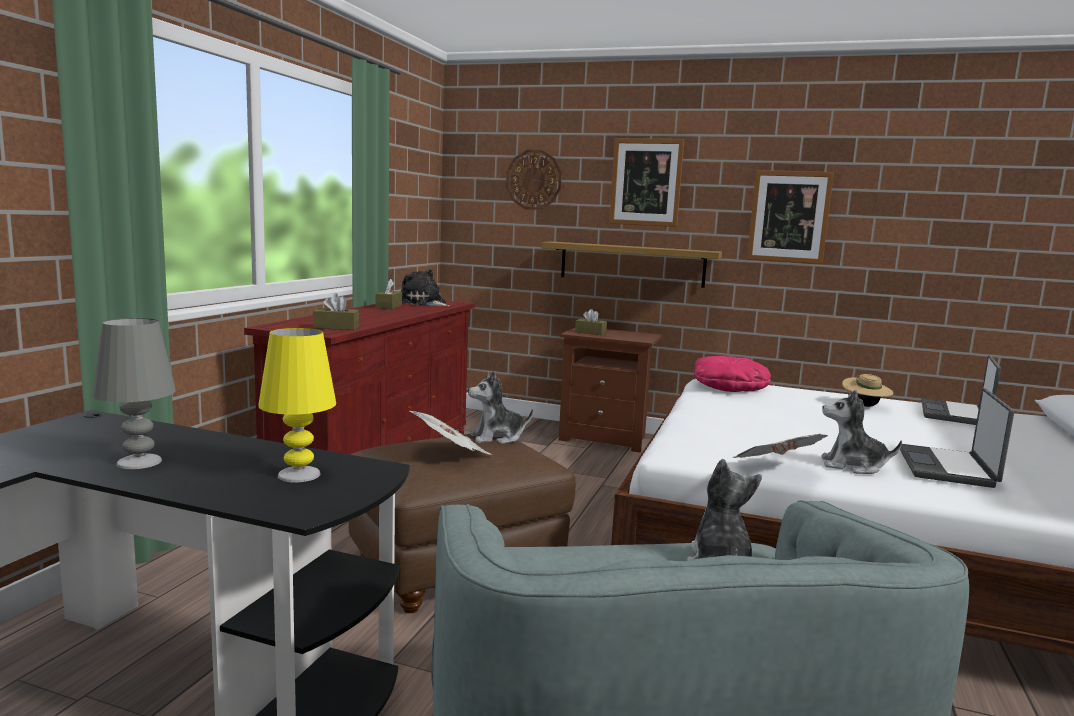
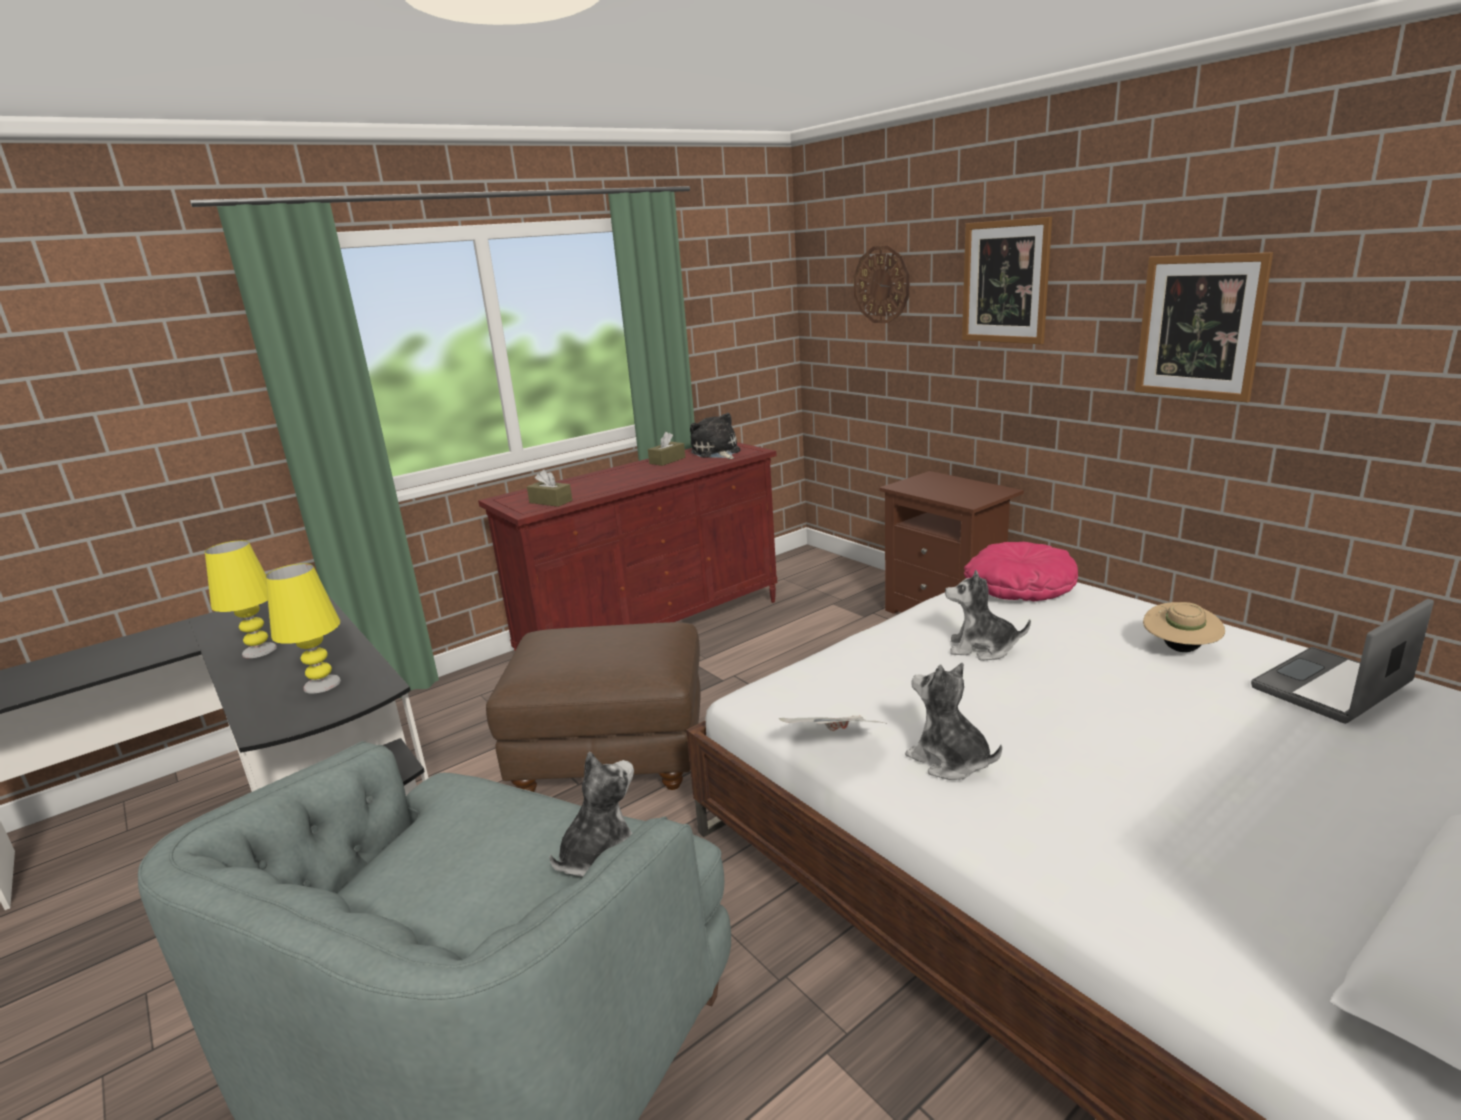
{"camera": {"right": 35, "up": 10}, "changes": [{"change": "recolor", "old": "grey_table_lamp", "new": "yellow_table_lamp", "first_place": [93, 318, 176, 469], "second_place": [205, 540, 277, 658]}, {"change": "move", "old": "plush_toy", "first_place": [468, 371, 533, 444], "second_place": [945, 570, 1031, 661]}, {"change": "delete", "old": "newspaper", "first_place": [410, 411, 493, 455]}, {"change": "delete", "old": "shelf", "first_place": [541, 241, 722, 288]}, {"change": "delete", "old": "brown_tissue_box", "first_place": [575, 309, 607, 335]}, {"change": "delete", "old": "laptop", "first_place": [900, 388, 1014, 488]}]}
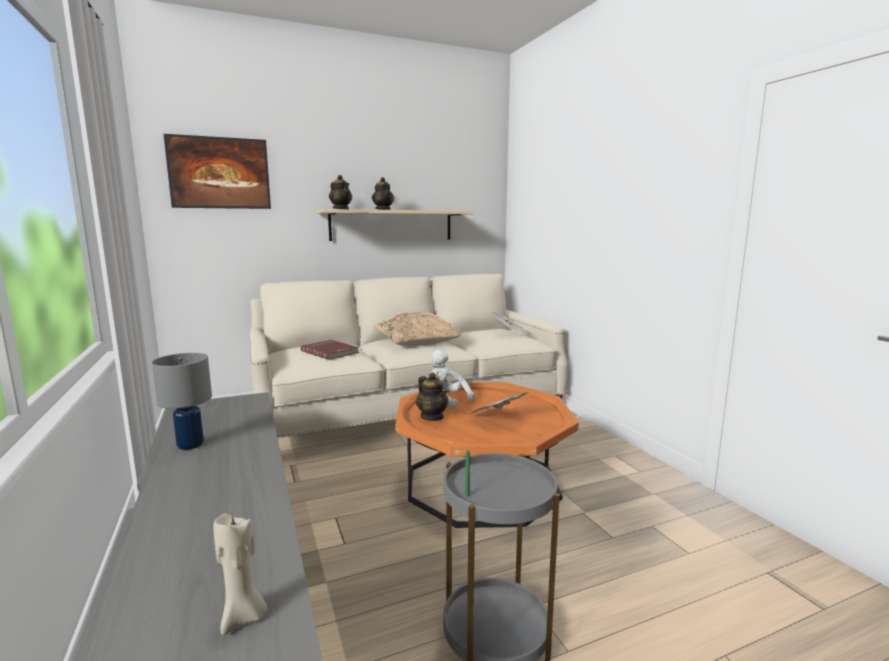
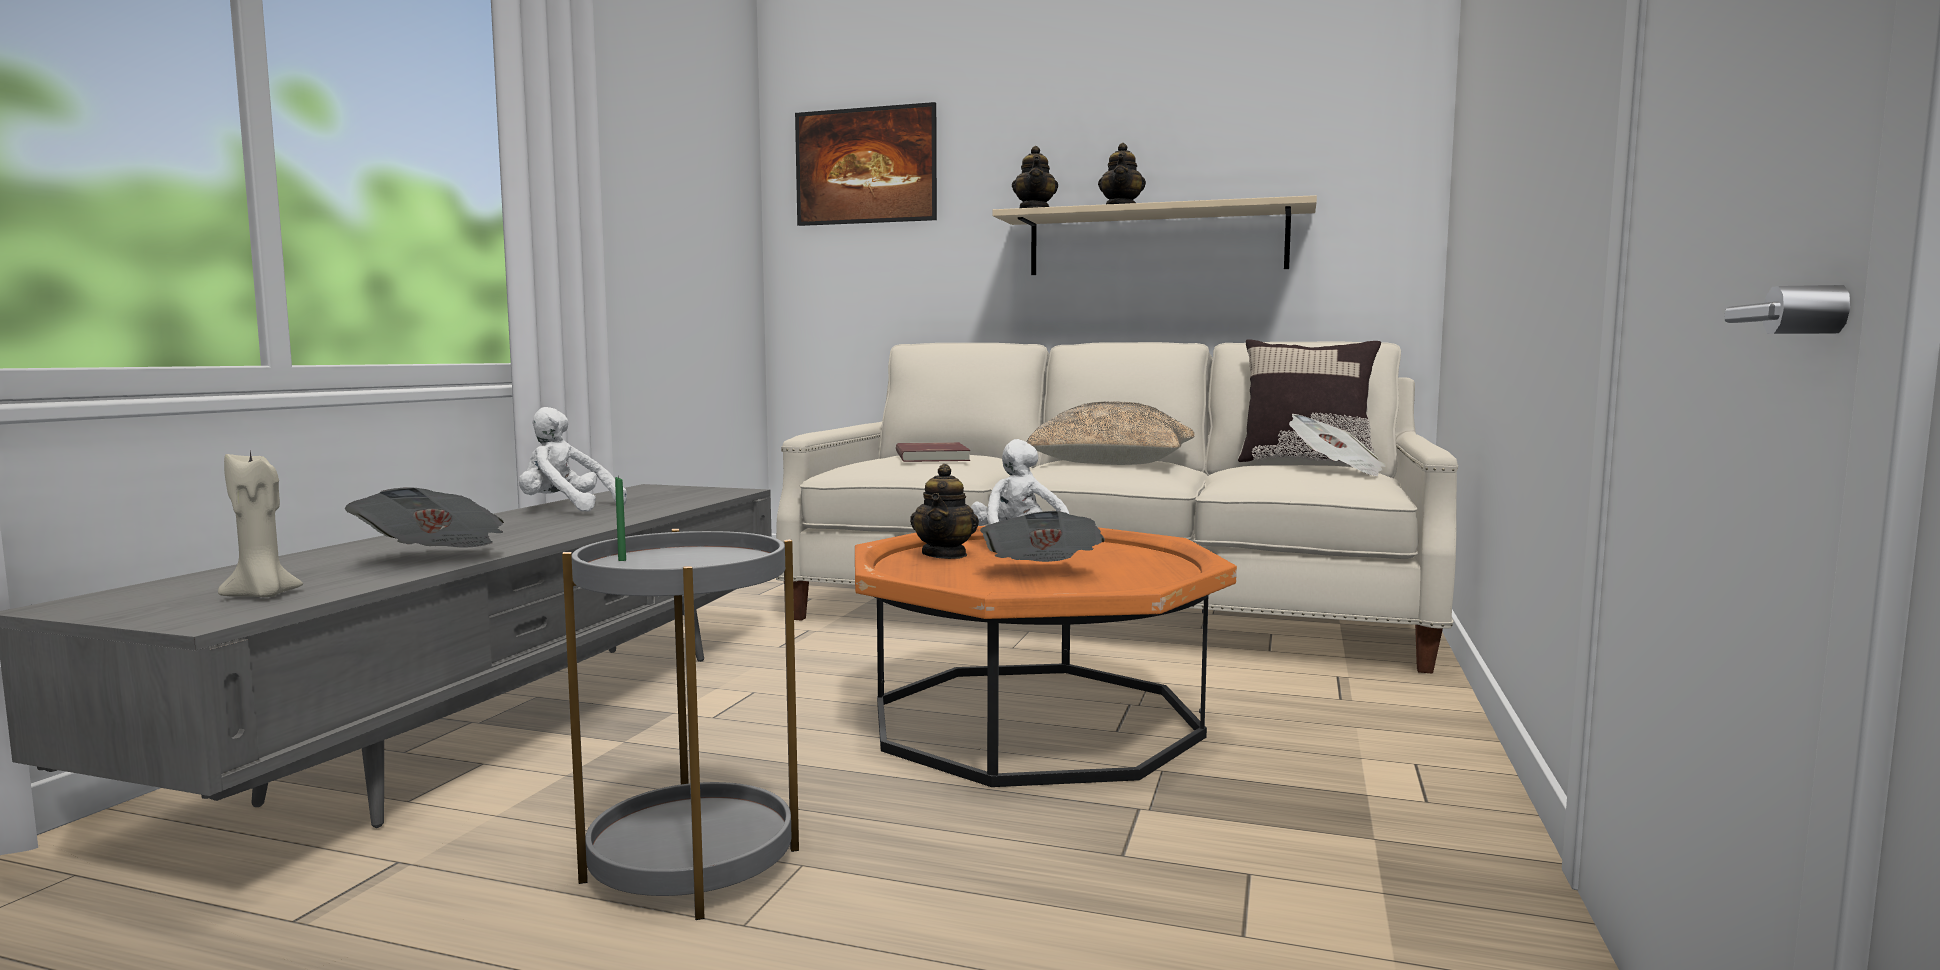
{"camera": {"right": 40, "up": -5}, "changes": [{"change": "insert", "new": "newspaper", "second_place": [344, 487, 504, 547]}, {"change": "replace", "old": "grey_table_lamp", "new": "white_plush_toy", "first_place": [152, 353, 212, 450], "second_place": [519, 407, 627, 512]}, {"change": "insert", "new": "pillow", "second_place": [1238, 340, 1381, 463]}]}
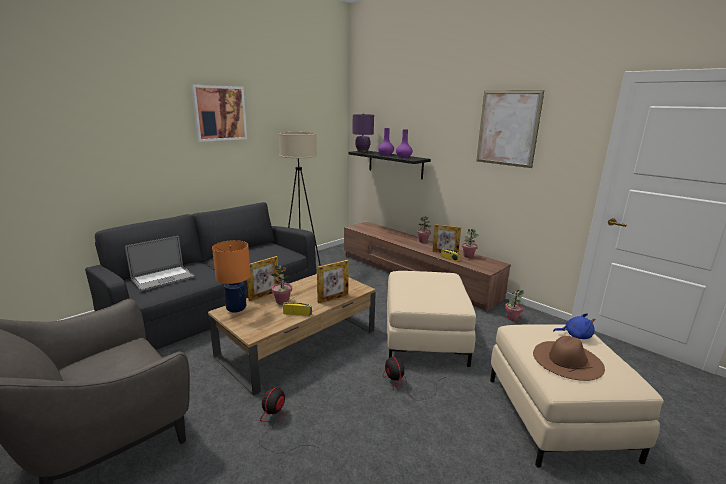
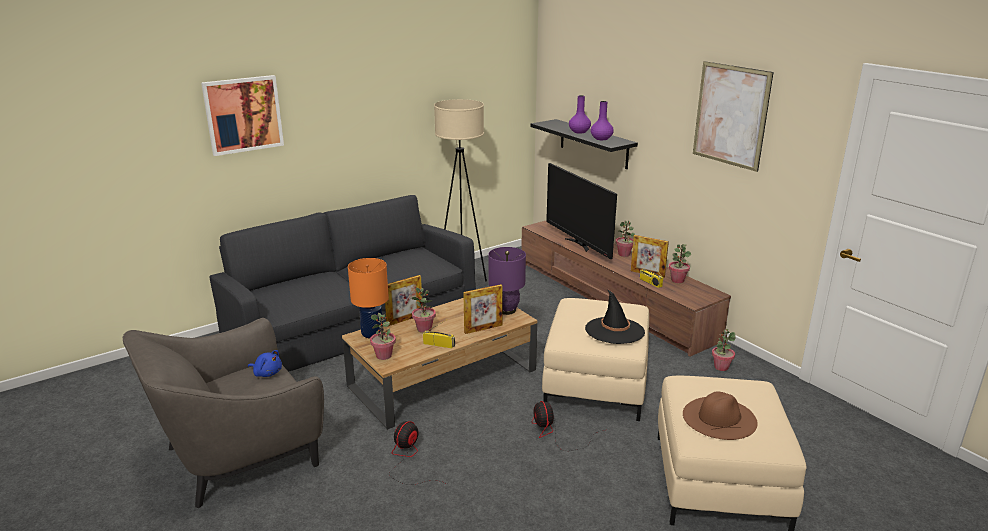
{"camera": {"right": 10, "up": 5}, "changes": [{"change": "move", "old": "picture", "first_place": [191, 85, 247, 142], "second_place": [201, 75, 284, 156]}, {"change": "move", "old": "blue_plush_toy", "first_place": [553, 313, 595, 339], "second_place": [248, 350, 282, 377]}, {"change": "insert", "new": "potted_plant", "second_place": [370, 313, 396, 360]}, {"change": "move", "old": "purple_table_lamp", "first_place": [352, 113, 374, 152], "second_place": [488, 247, 526, 315]}, {"change": "insert", "new": "television", "second_place": [546, 163, 617, 259]}, {"change": "insert", "new": "black_hat", "second_place": [585, 289, 645, 344]}, {"change": "delete", "old": "laptop", "first_place": [125, 236, 195, 291]}]}
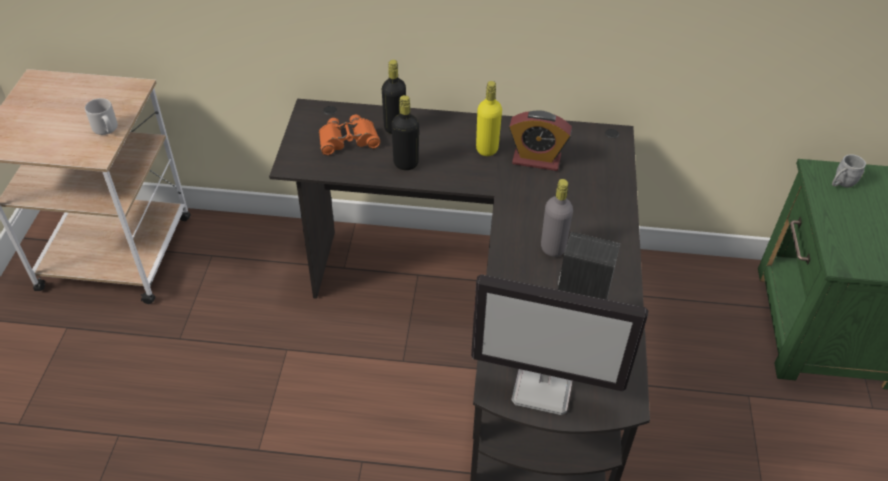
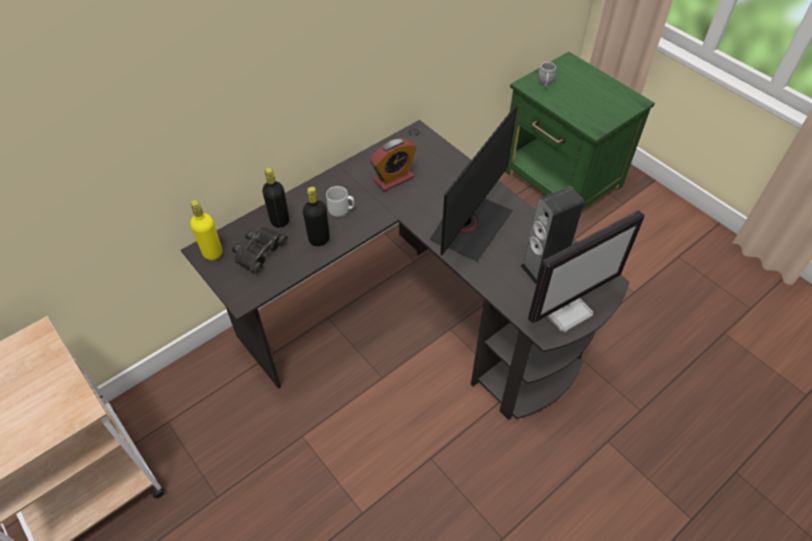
{"camera": {"right": -45, "up": 5}, "changes": [{"change": "move", "old": "yellow_bottle", "first_place": [476, 81, 502, 156], "second_place": [190, 200, 222, 260]}, {"change": "recolor", "old": "orange_binoculars", "new": "black_binoculars", "first_place": [319, 115, 381, 155], "second_place": [232, 227, 288, 275]}, {"change": "move", "old": "grey_mug", "first_place": [85, 98, 118, 135], "second_place": [326, 186, 354, 217]}, {"change": "replace", "old": "grey_bottle", "new": "monitor", "first_place": [541, 179, 573, 257], "second_place": [430, 105, 517, 262]}]}
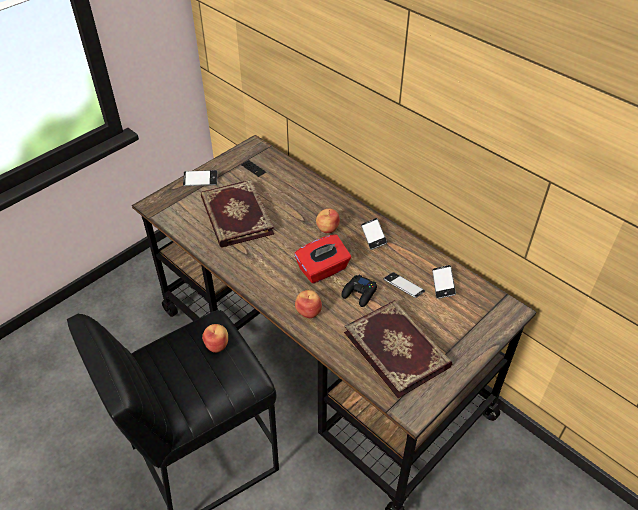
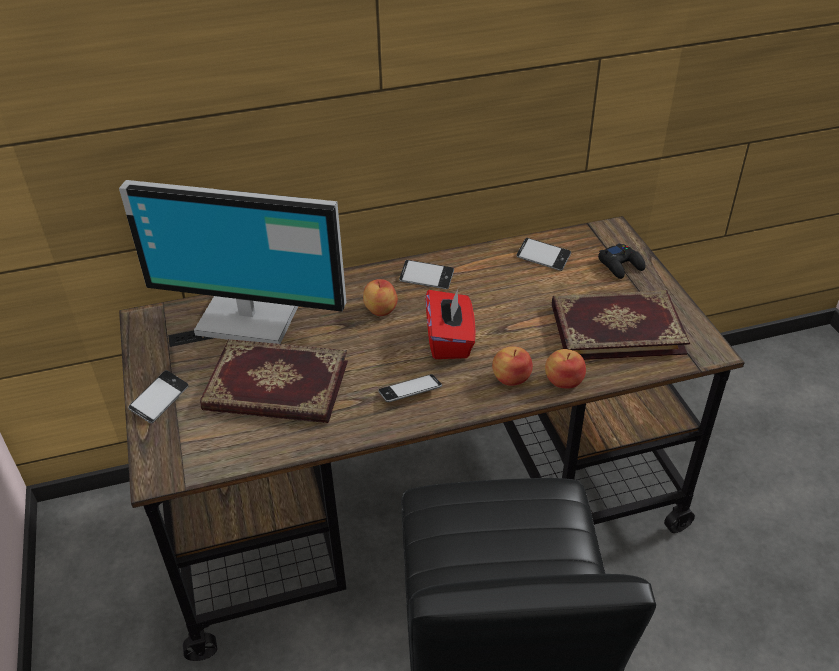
{"camera": {"right": -60, "up": -5}, "changes": [{"change": "insert", "new": "monitor", "second_place": [119, 180, 346, 344]}, {"change": "move", "old": "phone", "first_place": [384, 272, 425, 298], "second_place": [378, 374, 442, 402]}, {"change": "move", "old": "apple", "first_place": [202, 324, 228, 353], "second_place": [545, 349, 586, 389]}, {"change": "move", "old": "black_game_controller", "first_place": [341, 275, 377, 307], "second_place": [598, 243, 645, 279]}]}
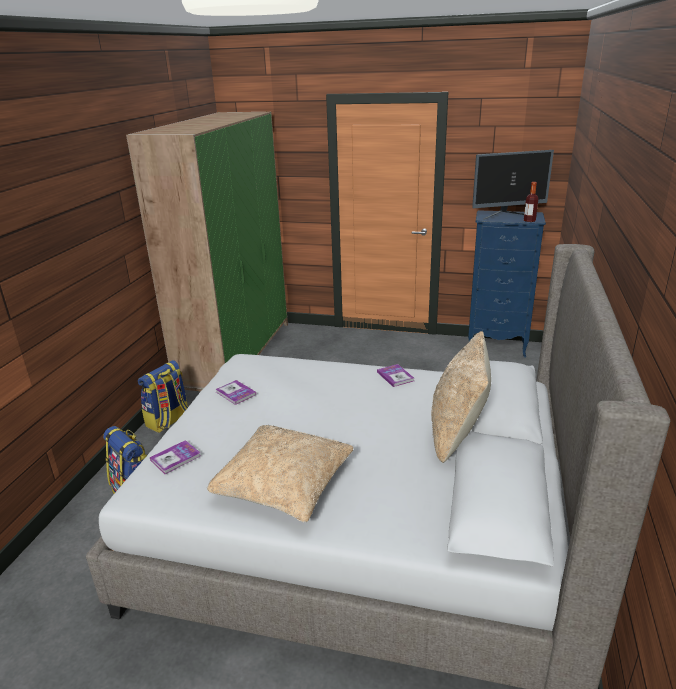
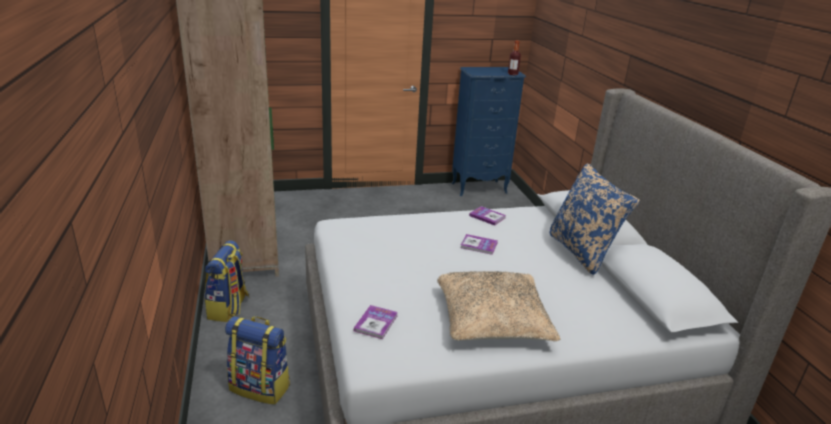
{"camera": {"right": -30, "up": 0}, "changes": [{"change": "move", "old": "book", "first_place": [216, 380, 256, 405], "second_place": [460, 234, 498, 255]}, {"change": "recolor", "old": "beige_pillow", "new": "blue_pillow", "first_place": [431, 331, 491, 463], "second_place": [549, 163, 639, 274]}, {"change": "delete", "old": "monitor", "first_place": [472, 150, 554, 220]}]}
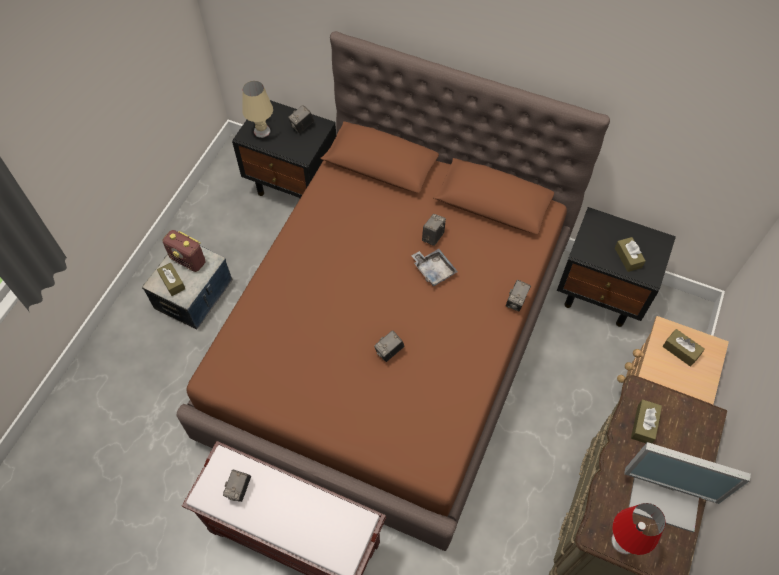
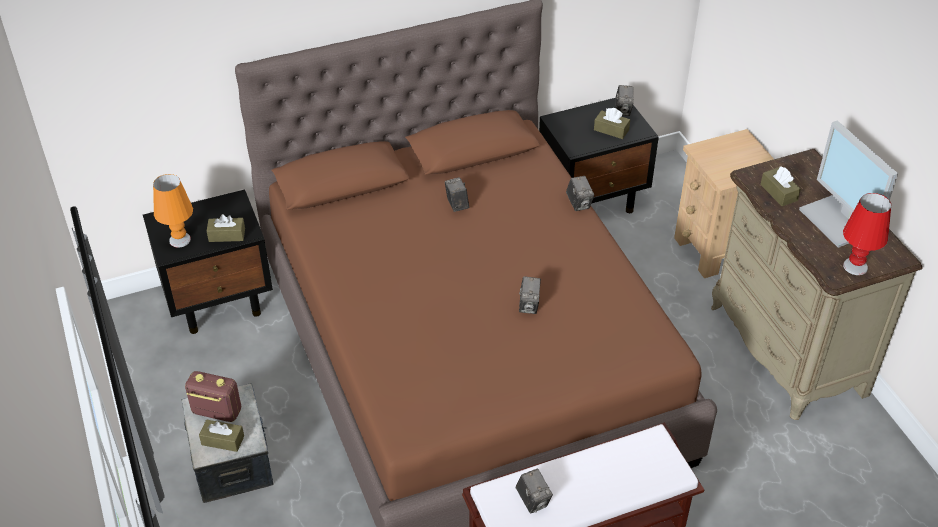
{"camera": {"right": -45, "up": -15}, "changes": [{"change": "recolor", "old": "beige_table_lamp", "new": "orange_table_lamp", "first_place": [242, 81, 273, 138], "second_place": [153, 174, 193, 248]}, {"change": "rotate", "old": "radio", "first_place": [163, 230, 205, 272], "second_place": [185, 371, 241, 422], "degrees": -150}, {"change": "move", "old": "brown_tissue_box", "first_place": [663, 329, 704, 367], "second_place": [207, 214, 245, 242]}, {"change": "move", "old": "photo_camera", "first_place": [288, 105, 314, 133], "second_place": [615, 85, 633, 116]}, {"change": "rotate", "old": "monitor", "first_place": [624, 442, 751, 532], "second_place": [799, 120, 898, 248], "degrees": 90}, {"change": "delete", "old": "grey_tray", "first_place": [411, 249, 458, 286]}]}
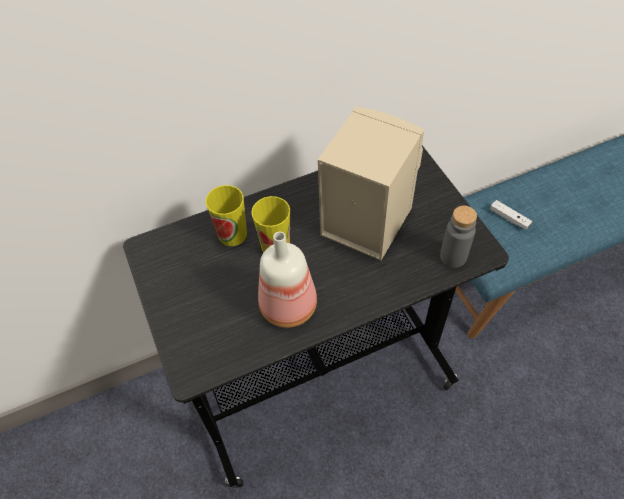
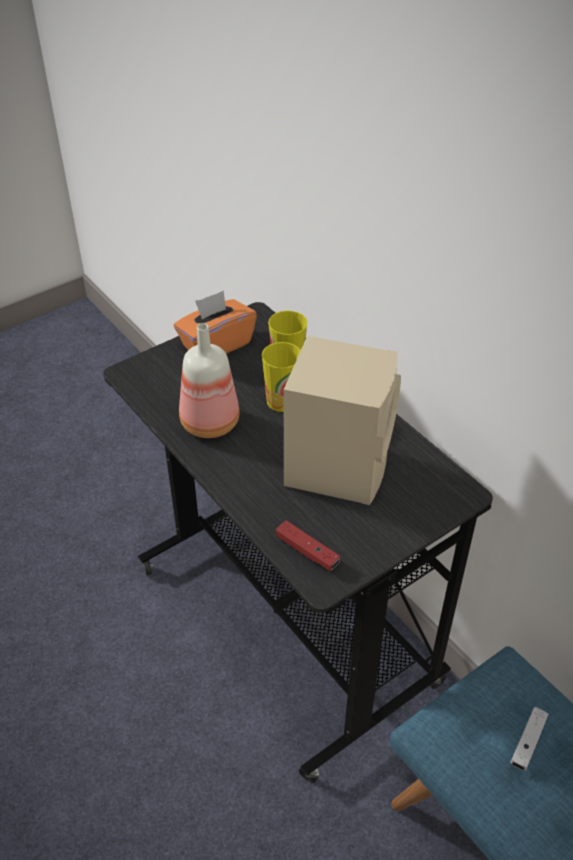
{"camera": {"right": 75, "up": -10}, "changes": [{"change": "insert", "new": "orange_tissue_box", "second_place": [174, 290, 257, 354]}, {"change": "replace", "old": "grey_bottle", "new": "red_game_controller", "first_place": [440, 206, 477, 268], "second_place": [276, 520, 340, 571]}]}
